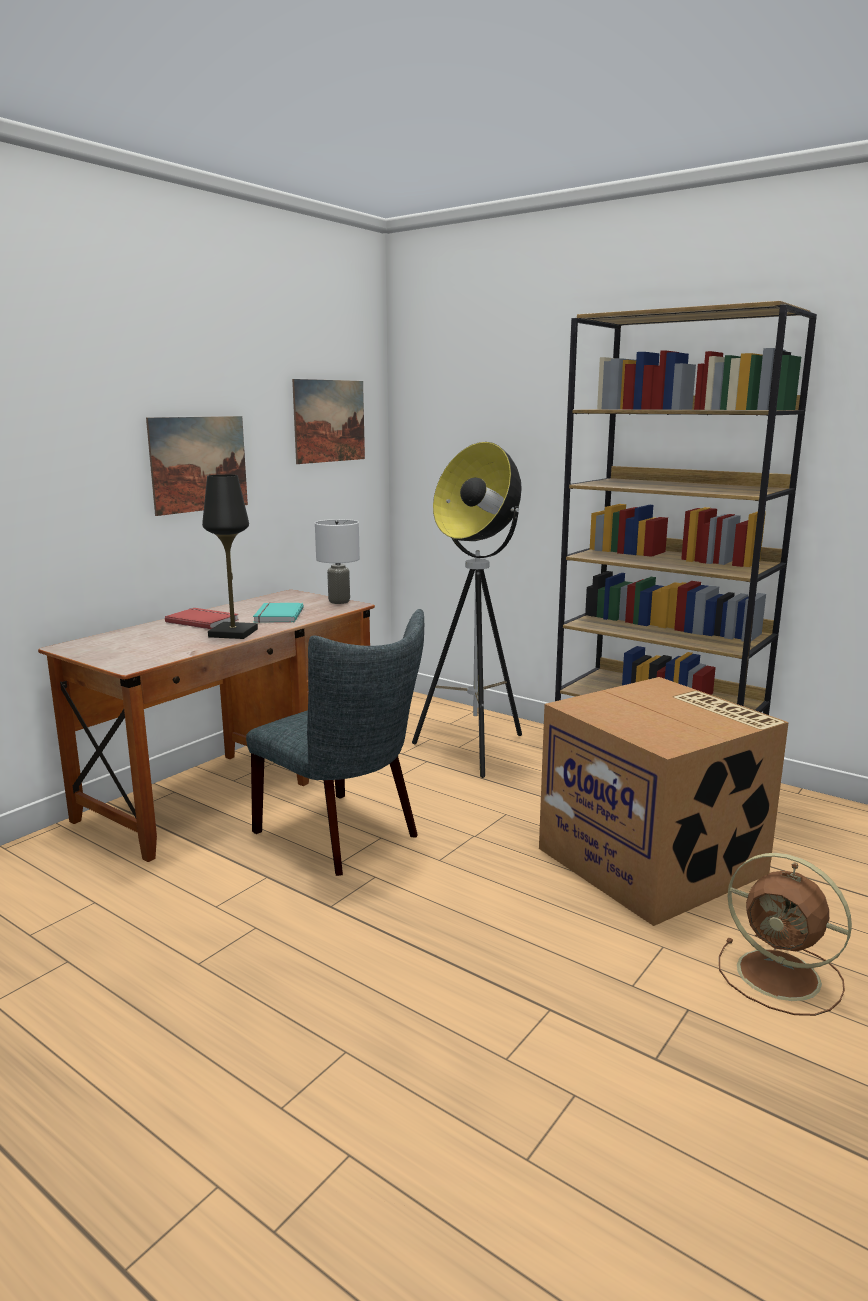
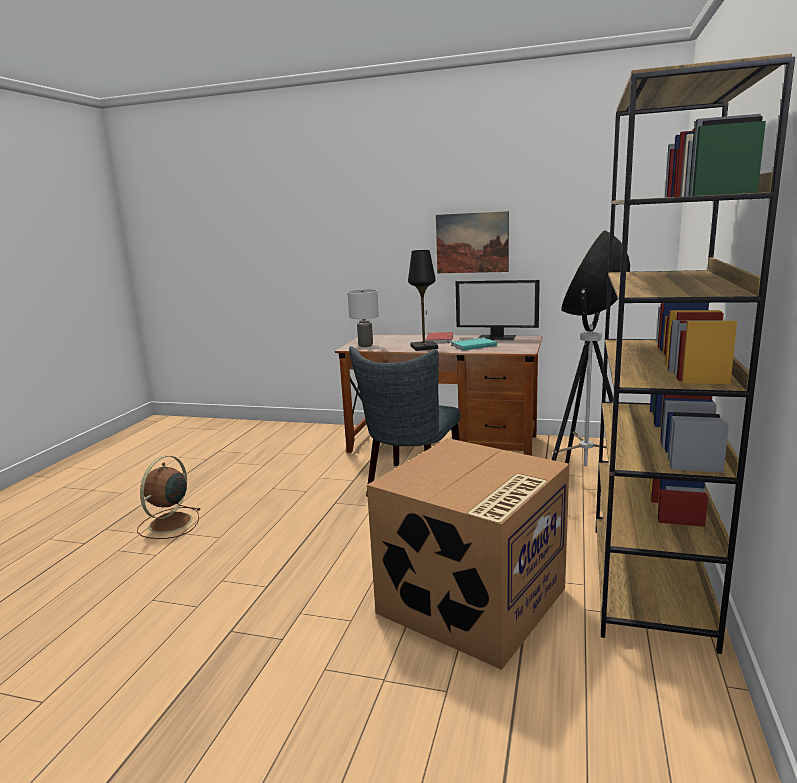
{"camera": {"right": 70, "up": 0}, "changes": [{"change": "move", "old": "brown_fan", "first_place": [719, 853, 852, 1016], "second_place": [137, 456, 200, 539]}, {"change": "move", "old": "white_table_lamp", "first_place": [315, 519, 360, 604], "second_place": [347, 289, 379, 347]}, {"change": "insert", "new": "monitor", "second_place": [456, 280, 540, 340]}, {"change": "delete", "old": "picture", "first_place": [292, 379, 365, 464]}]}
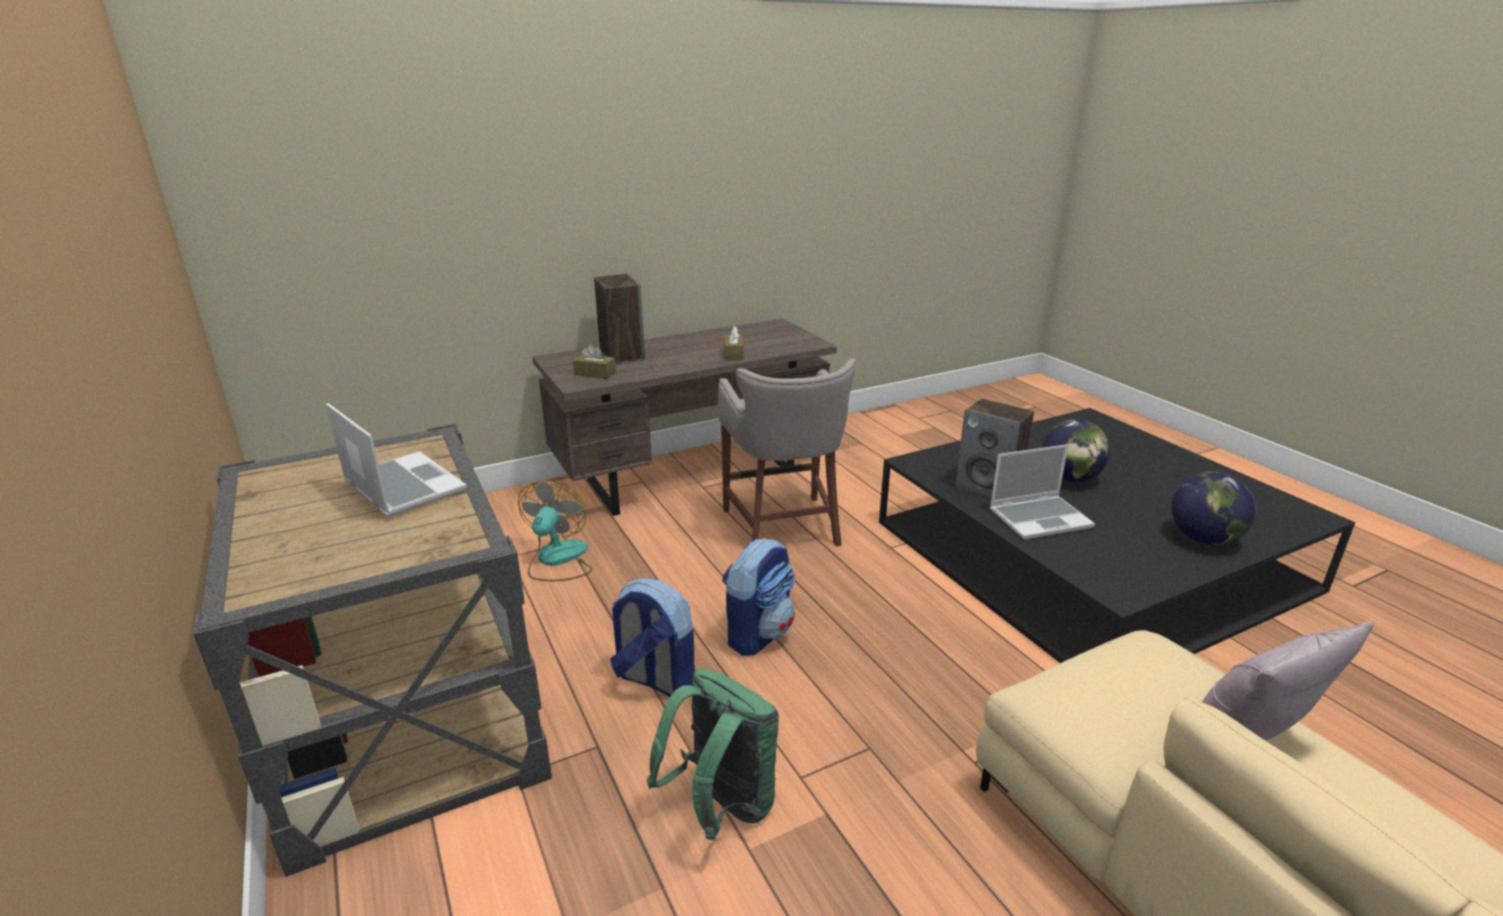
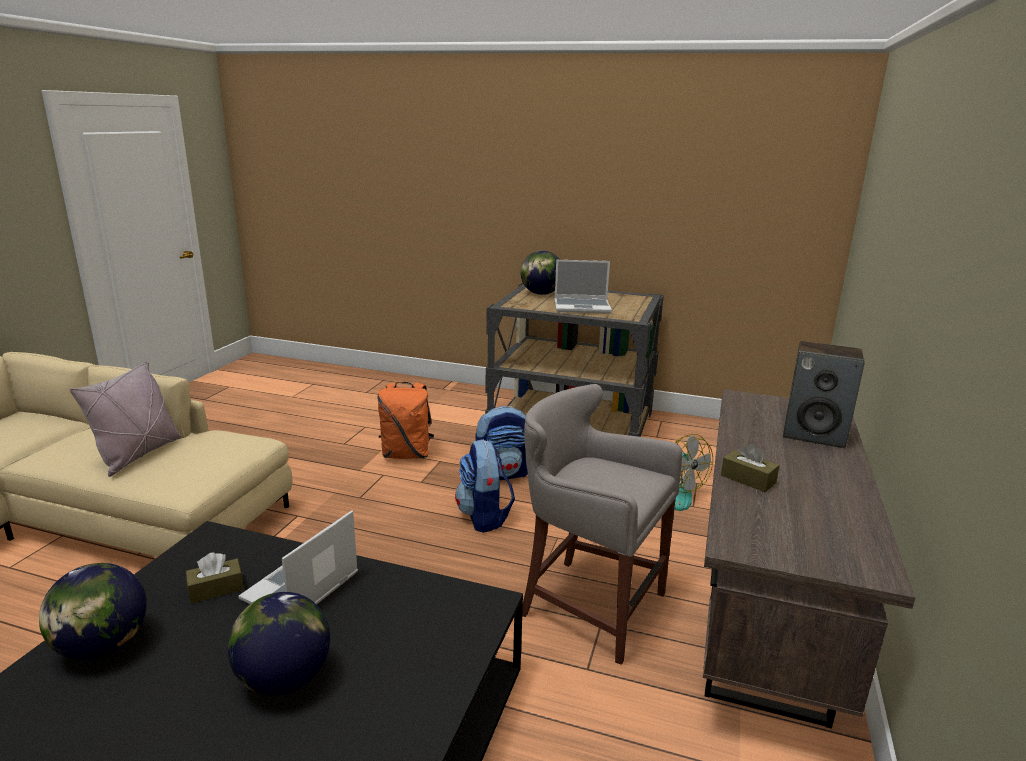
{"camera": {"right": 135, "up": -5}, "changes": [{"change": "move", "old": "brown_tissue_box", "first_place": [573, 344, 616, 379], "second_place": [186, 552, 244, 604]}, {"change": "recolor", "old": "green_backpack", "new": "orange_backpack", "first_place": [647, 669, 779, 840], "second_place": [377, 382, 434, 459]}, {"change": "insert", "new": "globe", "second_place": [521, 251, 560, 295]}, {"change": "delete", "old": "speaker", "first_place": [955, 399, 1034, 499]}]}
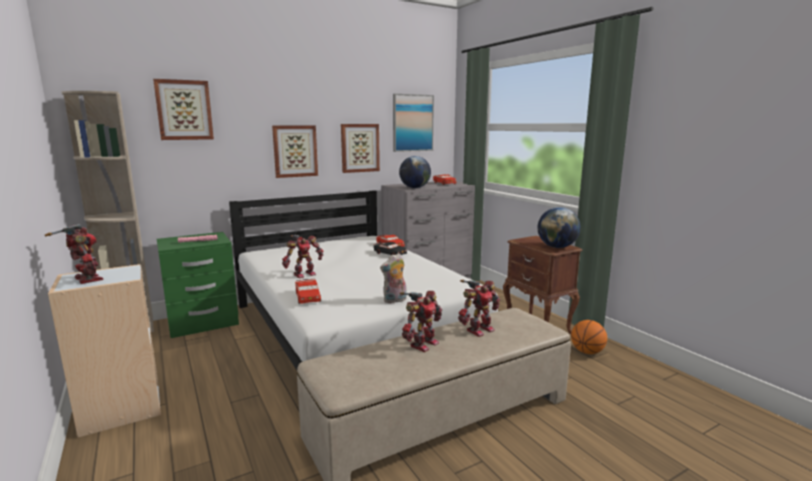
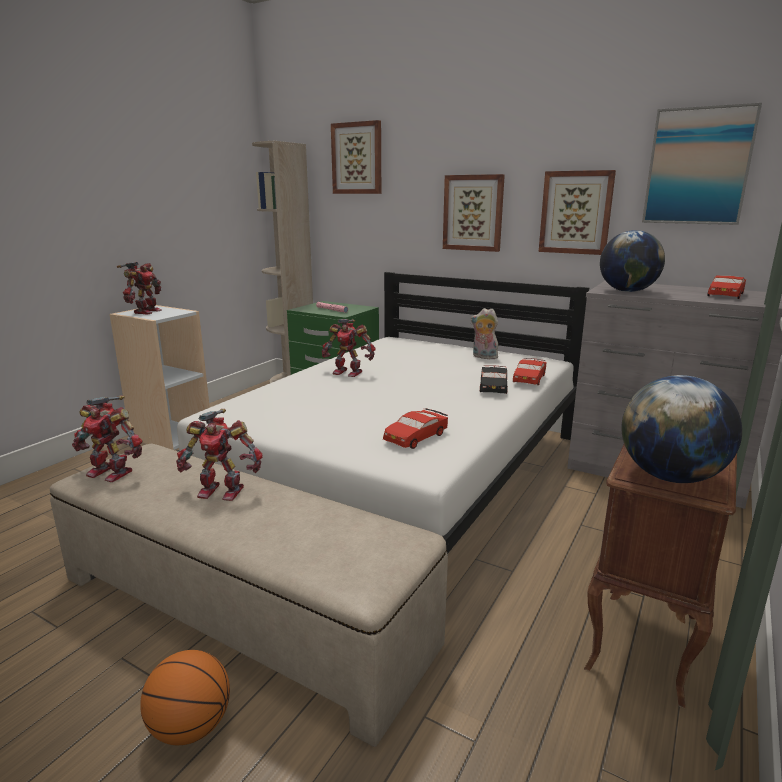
{"camera": {"right": 60, "up": 5}, "changes": [{"change": "move", "old": "toy_robot", "first_place": [458, 280, 500, 337], "second_place": [72, 396, 143, 482]}, {"change": "move", "old": "basketball", "first_place": [571, 320, 607, 354], "second_place": [140, 650, 230, 745]}, {"change": "move", "old": "red_toy_car", "first_place": [295, 279, 321, 304], "second_place": [383, 408, 448, 449]}, {"change": "move", "old": "plush_toy", "first_place": [380, 253, 407, 303], "second_place": [471, 308, 498, 359]}]}
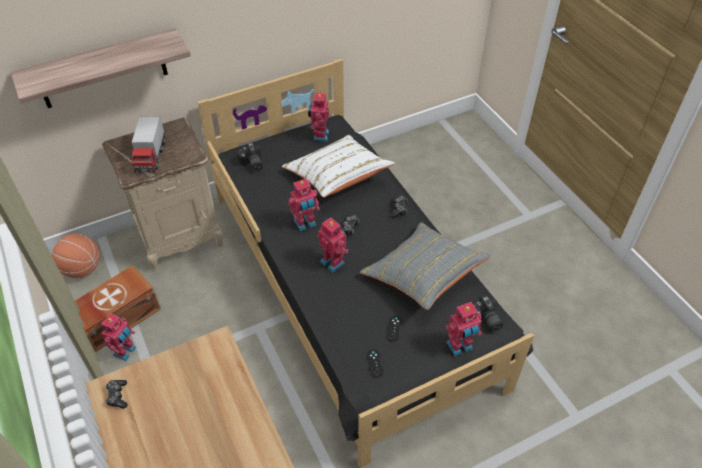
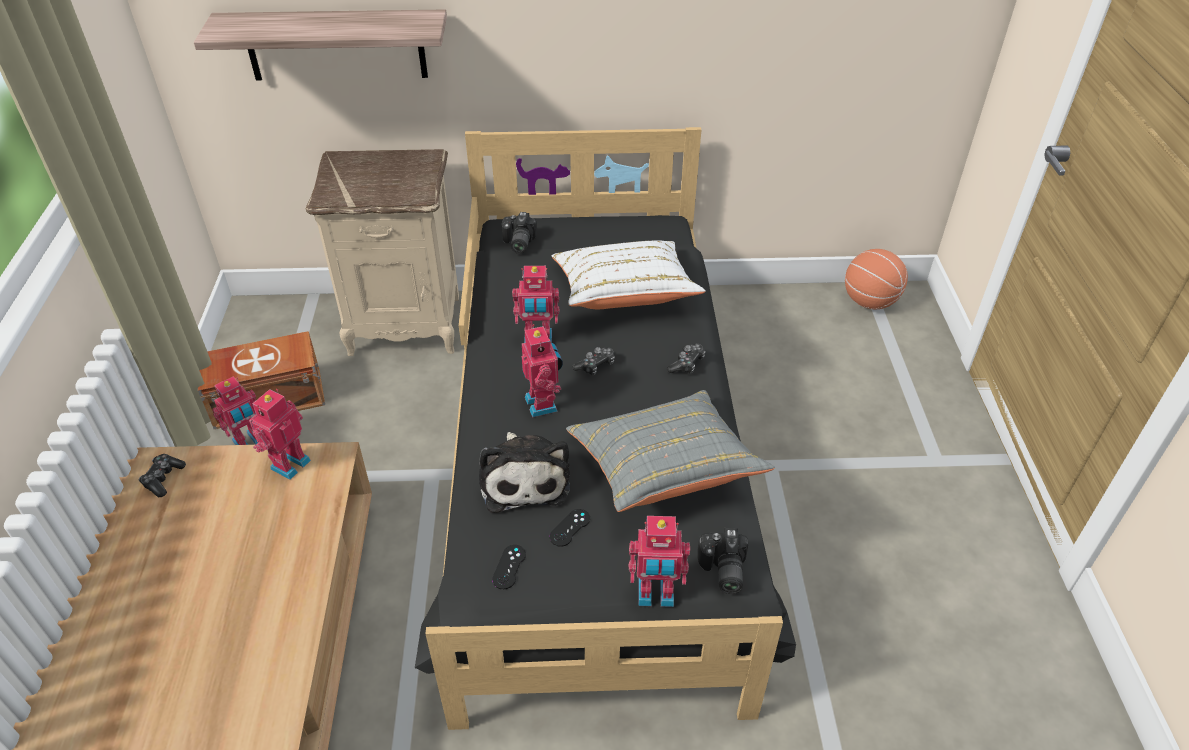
{"camera": {"right": 25, "up": -5}, "changes": [{"change": "move", "old": "toy_robot", "first_place": [308, 91, 329, 142], "second_place": [249, 389, 311, 480]}, {"change": "insert", "new": "plush_toy", "second_place": [479, 432, 570, 513]}, {"change": "move", "old": "basketball", "first_place": [52, 234, 100, 278], "second_place": [845, 249, 908, 309]}, {"change": "delete", "old": "toy_truck", "first_place": [130, 117, 165, 172]}]}
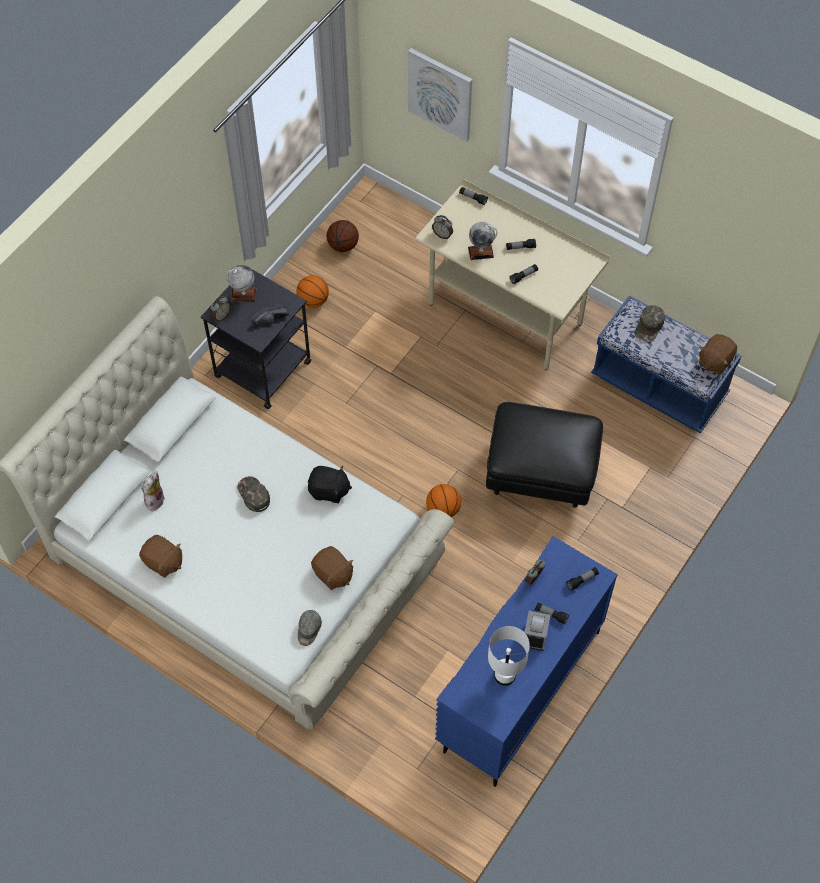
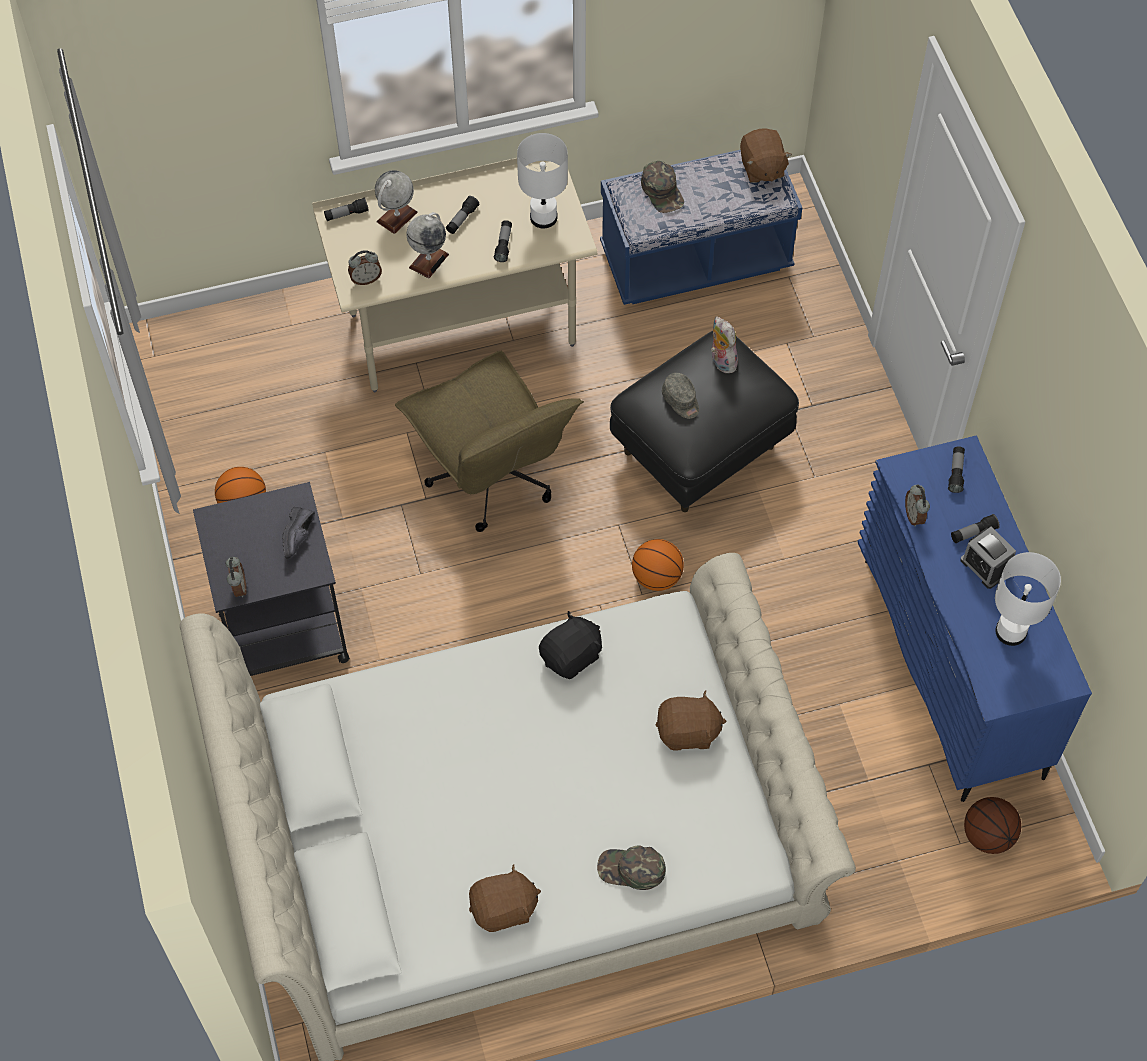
{"camera": {"right": -50, "up": 0}, "changes": [{"change": "move", "old": "globe", "first_place": [225, 265, 256, 302], "second_place": [375, 170, 418, 234]}, {"change": "insert", "new": "beige_office_chair", "second_place": [395, 351, 584, 532]}, {"change": "insert", "new": "white_table_lamp", "second_place": [517, 133, 568, 229]}, {"change": "move", "old": "green_cap", "first_place": [237, 476, 270, 512], "second_place": [597, 845, 666, 890]}, {"change": "move", "old": "grey_cap", "first_place": [298, 610, 322, 646], "second_place": [662, 373, 699, 419]}, {"change": "move", "old": "plush_toy", "first_place": [141, 471, 165, 511], "second_place": [711, 316, 738, 373]}, {"change": "move", "old": "basketball", "first_place": [327, 220, 359, 252], "second_place": [964, 797, 1021, 854]}, {"change": "delete", "old": "picture", "first_place": [408, 48, 472, 142]}]}
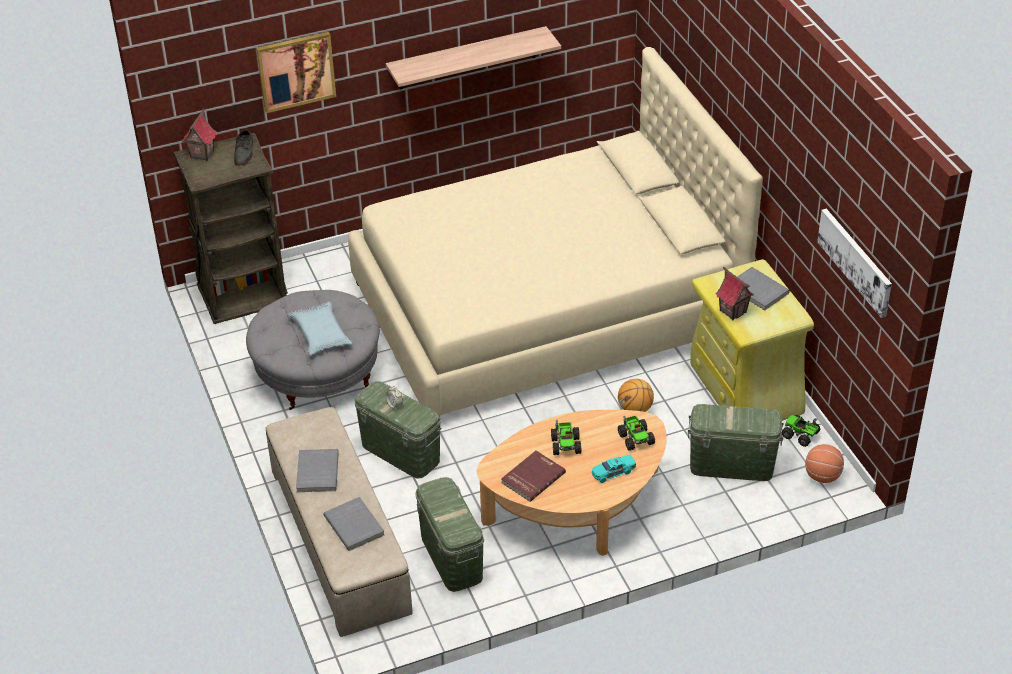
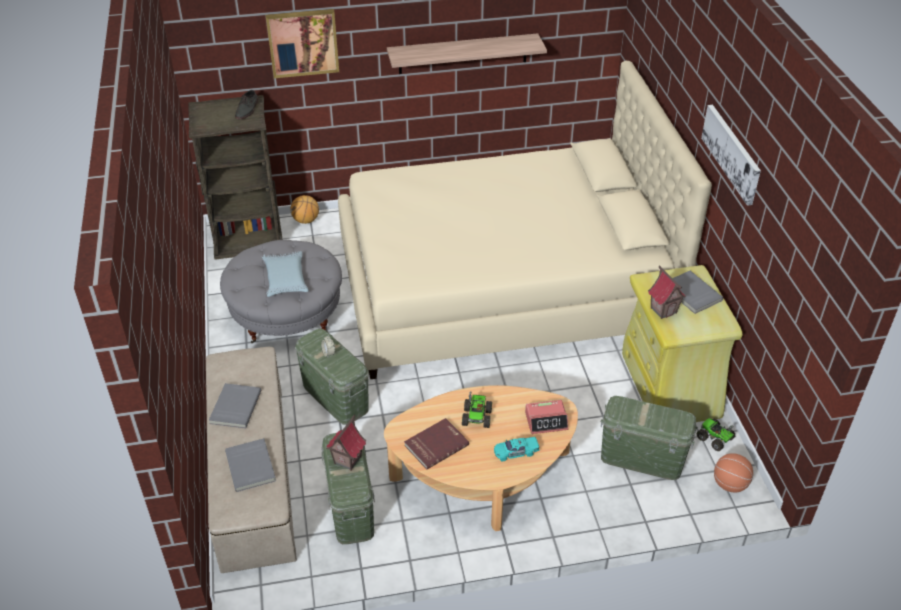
{"camera": {"right": 10, "up": 0}, "changes": [{"change": "move", "old": "basketball", "first_place": [618, 379, 654, 412], "second_place": [290, 195, 319, 224]}, {"change": "move", "old": "toy_house", "first_place": [182, 108, 217, 161], "second_place": [326, 414, 367, 471]}, {"change": "replace", "old": "toy_truck", "new": "alarm_clock", "first_place": [618, 416, 655, 451], "second_place": [525, 400, 568, 434]}, {"change": "move", "old": "picture", "first_place": [817, 209, 892, 318], "second_place": [701, 105, 761, 206]}]}
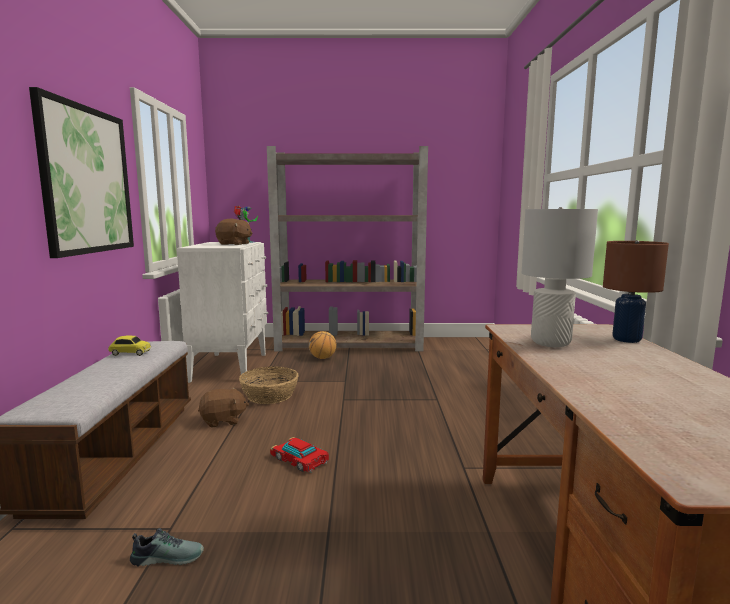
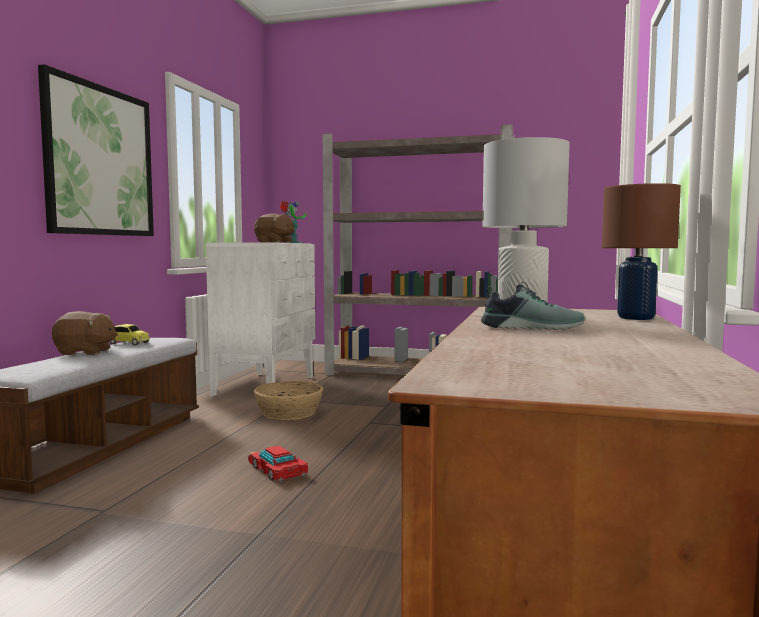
{"camera": {"right": 15, "up": -5}, "changes": [{"change": "move", "old": "brown_plush_toy", "first_place": [198, 387, 249, 428], "second_place": [52, 311, 118, 355]}, {"change": "move", "old": "shoe", "first_place": [130, 528, 204, 566], "second_place": [481, 282, 585, 330]}, {"change": "delete", "old": "basketball", "first_place": [309, 331, 337, 359]}]}
